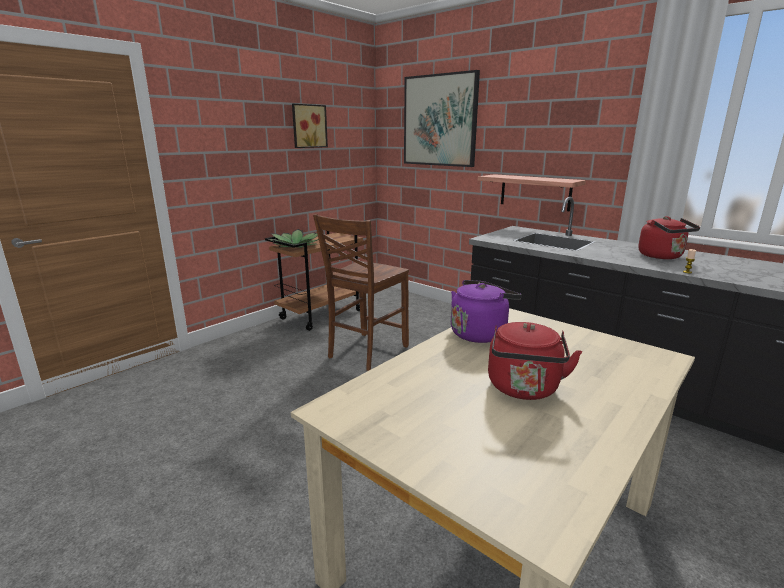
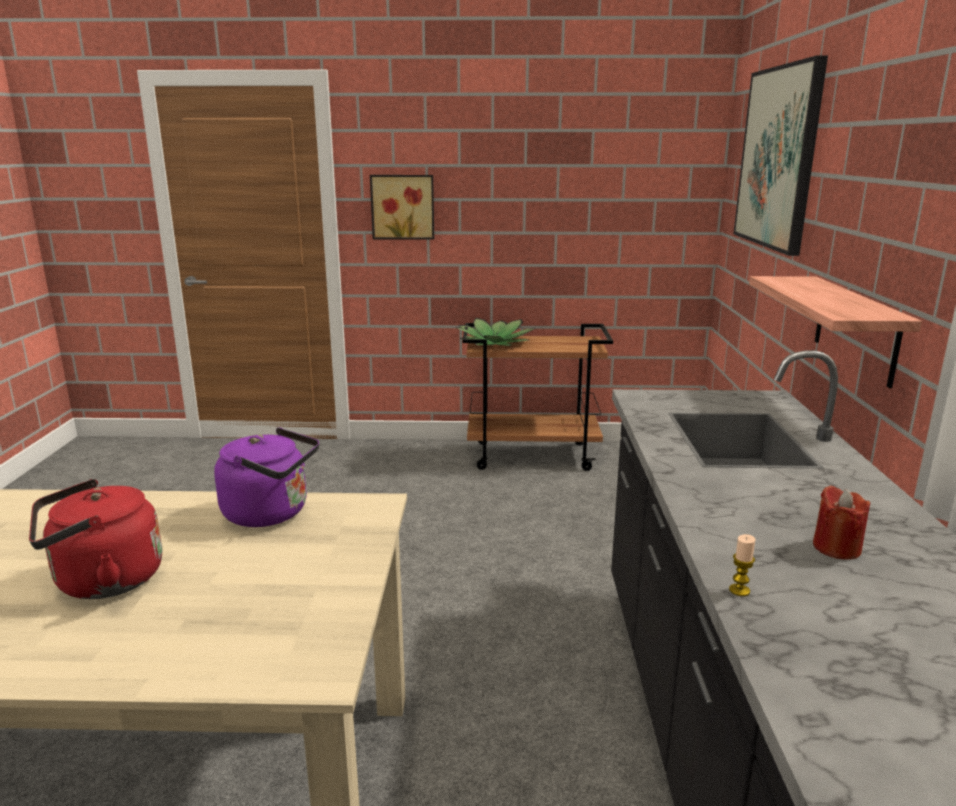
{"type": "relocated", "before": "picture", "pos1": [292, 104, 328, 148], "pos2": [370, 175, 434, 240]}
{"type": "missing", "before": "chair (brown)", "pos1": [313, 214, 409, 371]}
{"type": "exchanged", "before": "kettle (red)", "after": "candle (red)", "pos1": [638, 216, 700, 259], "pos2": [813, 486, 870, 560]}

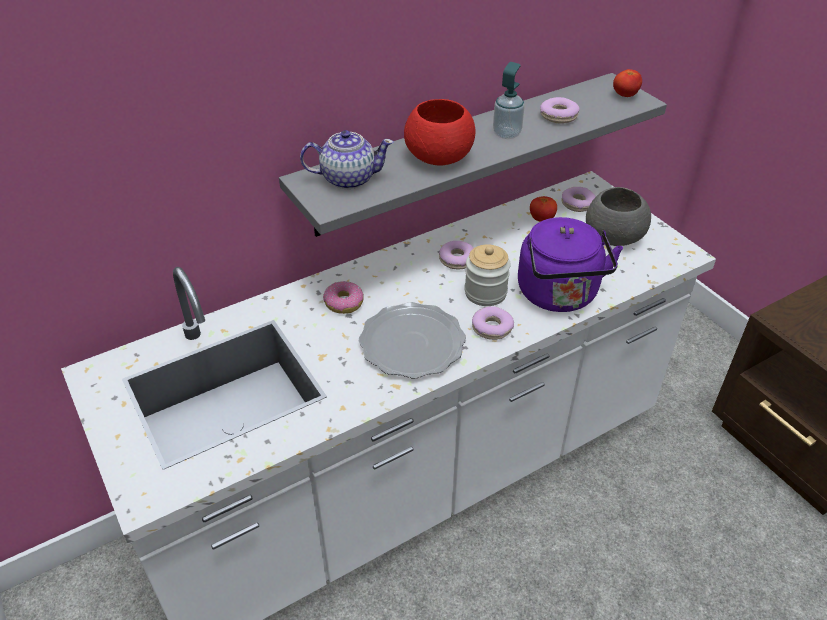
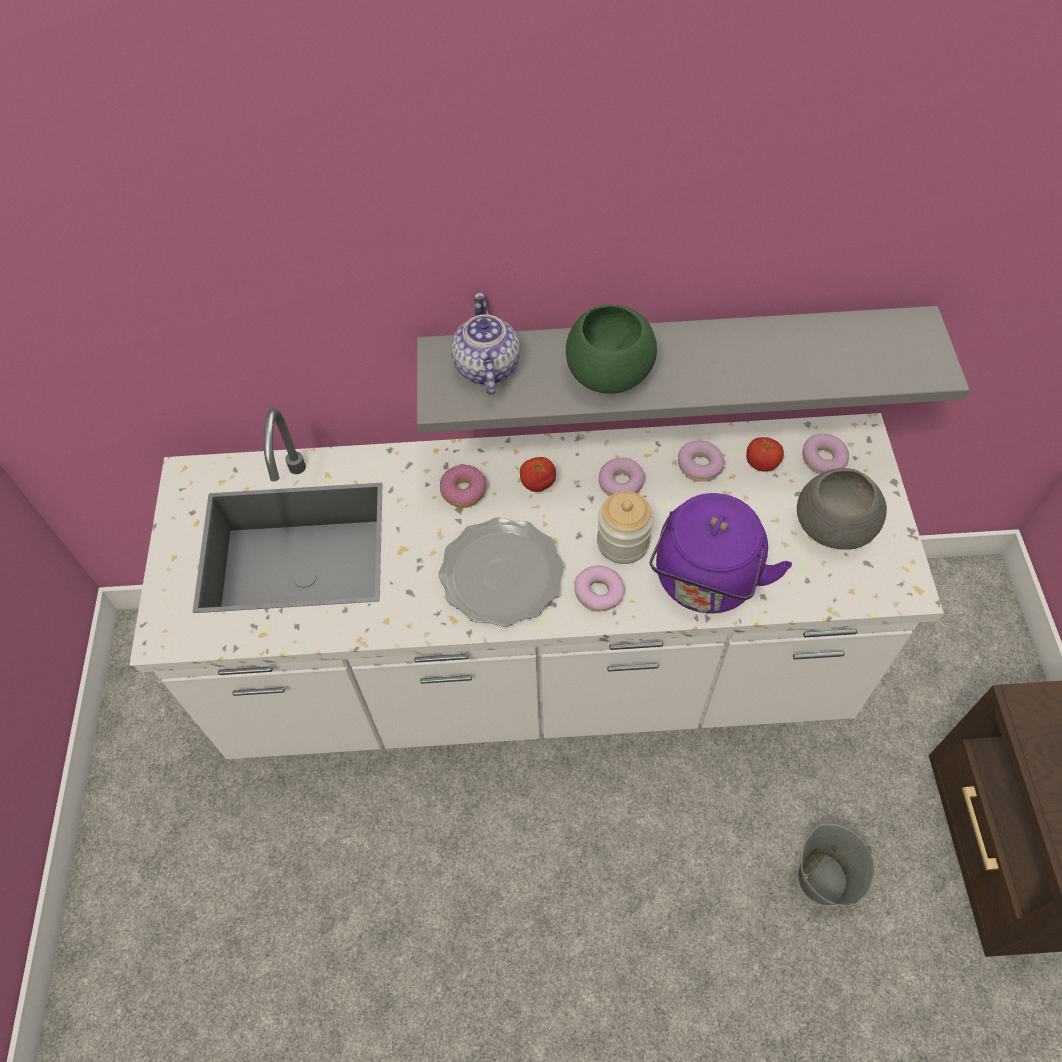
{"type": "missing", "before": "soap dispenser", "pos1": [493, 62, 525, 139]}
{"type": "relocated", "before": "tomato", "pos1": [613, 69, 642, 97], "pos2": [520, 457, 556, 492]}
{"type": "relocated", "before": "donut", "pos1": [540, 97, 580, 124], "pos2": [678, 441, 725, 482]}
{"type": "colour", "before": "bowl (red)", "after": "bowl (green)", "pos1": [404, 99, 476, 166], "pos2": [566, 305, 657, 394]}
{"type": "spun", "before": "teapot", "pos1": [300, 130, 394, 189], "pos2": [451, 292, 520, 395], "turn": -120}
{"type": "appeared", "after": "bucket (grey)", "pos2": [798, 824, 875, 907]}

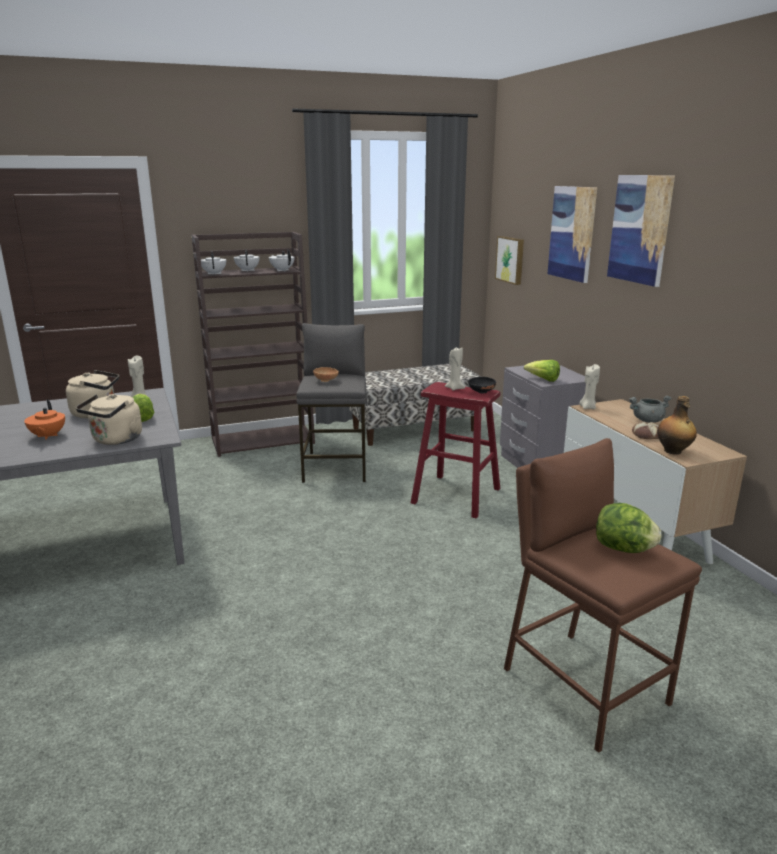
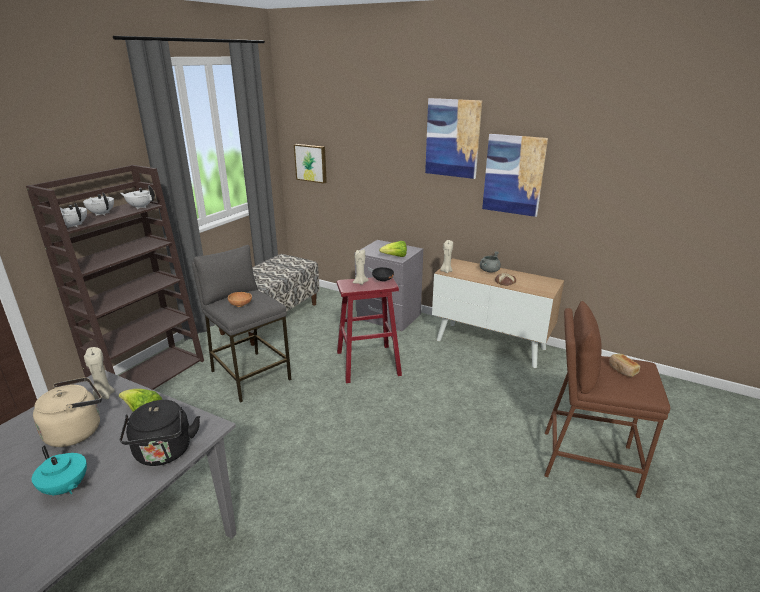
{"type": "relocated", "before": "picture", "pos1": [548, 186, 597, 283], "pos2": [482, 134, 548, 217]}
{"type": "colour", "before": "kettle (beige)", "after": "kettle (black)", "pos1": [76, 394, 142, 445], "pos2": [119, 400, 200, 466]}
{"type": "missing", "before": "bottle", "pos1": [657, 396, 697, 455]}
{"type": "colour", "before": "teapot (orange)", "after": "teapot (turquoise)", "pos1": [24, 400, 65, 440], "pos2": [32, 446, 87, 496]}
{"type": "exchanged", "before": "lettuce", "after": "bread", "pos1": [596, 503, 662, 553], "pos2": [609, 354, 640, 377]}

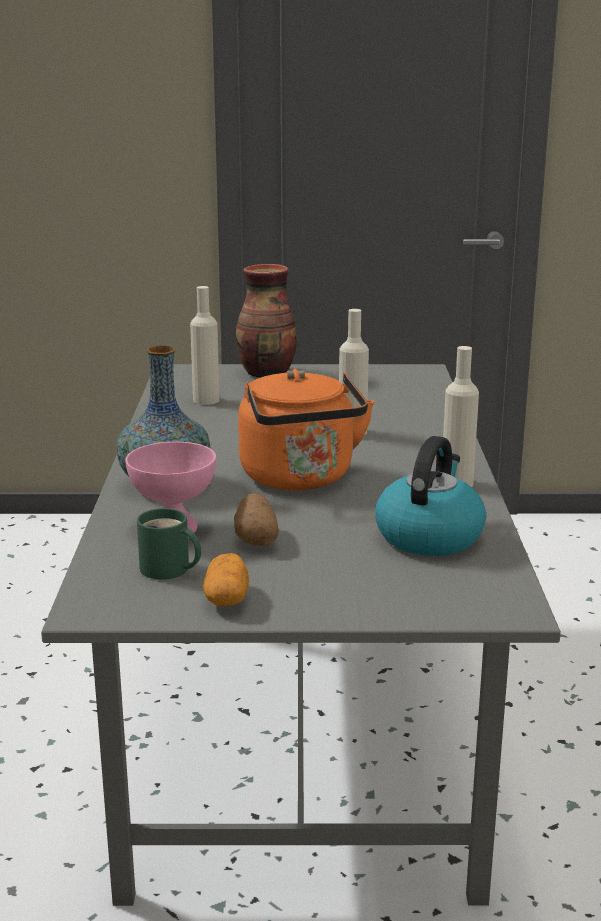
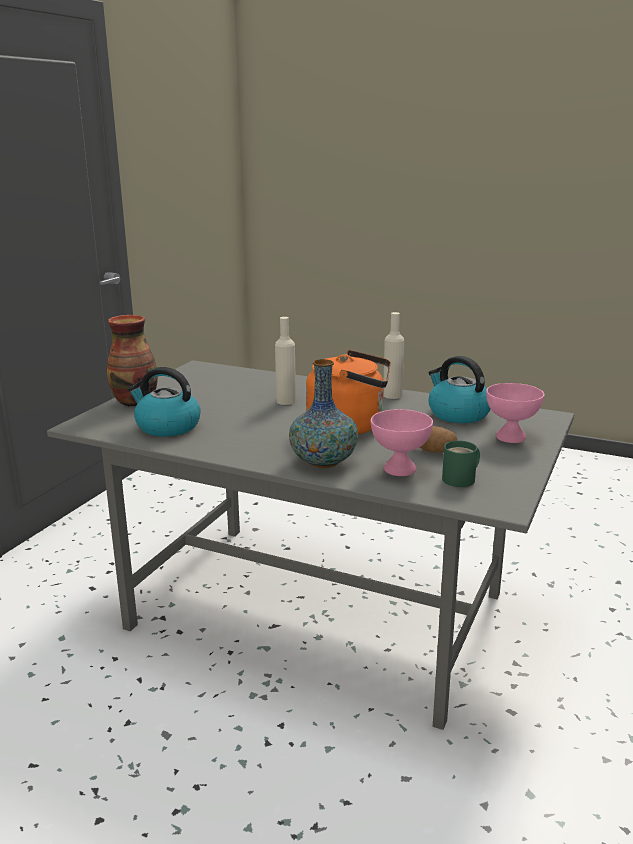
{"type": "exchanged", "before": "bottle (beige)", "after": "kettle", "pos1": [190, 286, 220, 405], "pos2": [128, 367, 201, 437]}
{"type": "missing", "before": "potato", "pos1": [203, 553, 249, 606]}
{"type": "appeared", "after": "bowl (pink)", "pos2": [486, 383, 544, 443]}

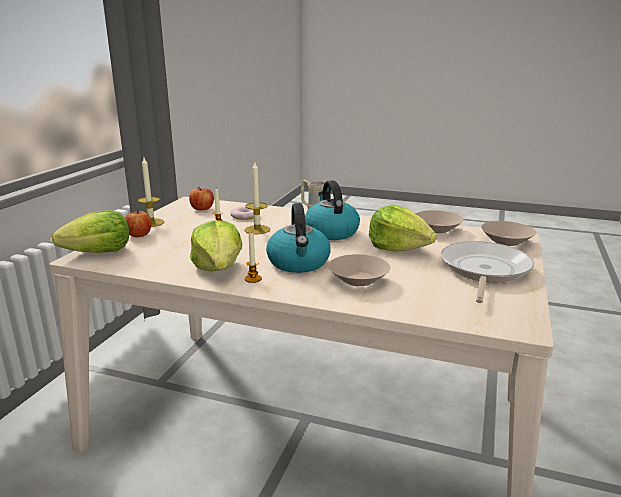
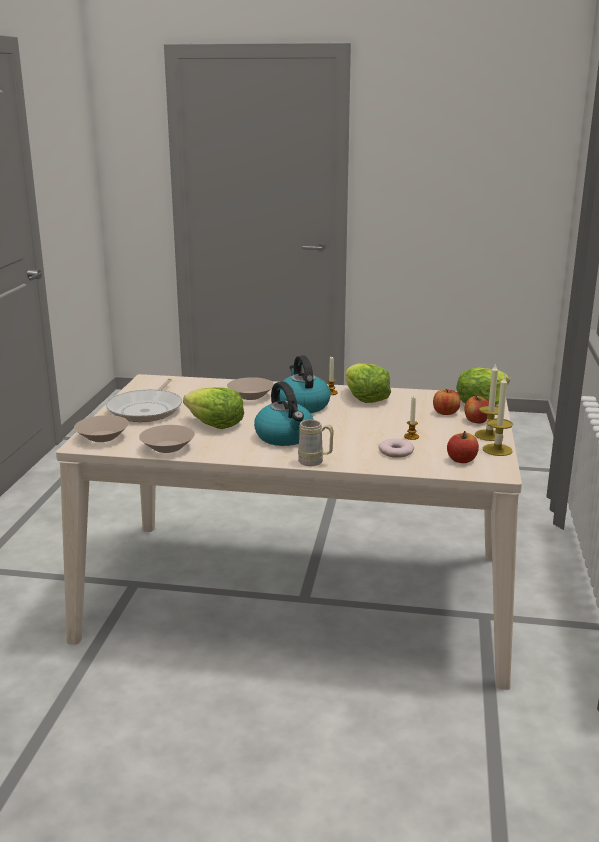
{"type": "relocated", "before": "candle", "pos1": [245, 162, 270, 234], "pos2": [483, 375, 513, 456]}
{"type": "appeared", "after": "apple", "pos2": [433, 389, 461, 415]}

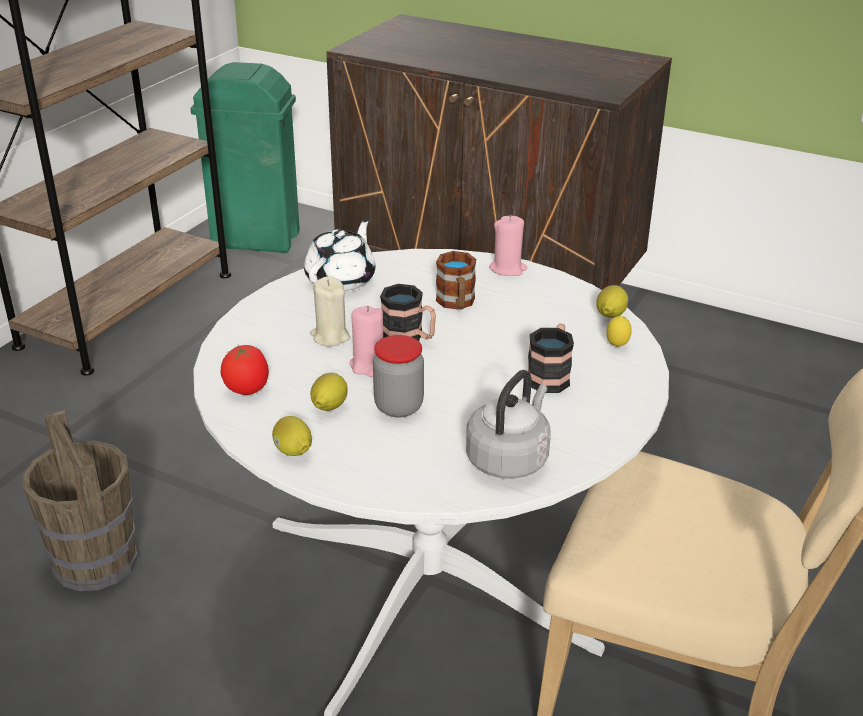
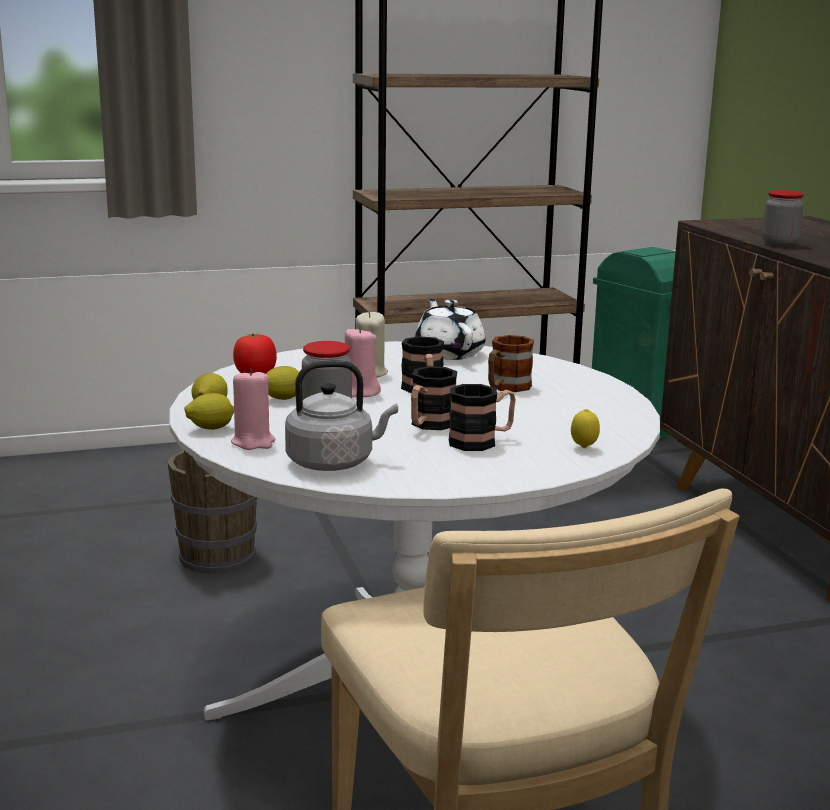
{"type": "relocated", "before": "candle (pink)", "pos1": [489, 215, 527, 276], "pos2": [231, 368, 275, 450]}
{"type": "spun", "before": "teapot (white)", "pos1": [304, 218, 375, 292], "pos2": [415, 299, 485, 360], "turn": -90}
{"type": "relocated", "before": "lemon", "pos1": [596, 285, 628, 318], "pos2": [185, 393, 234, 430]}
{"type": "appeared", "after": "jar", "pos2": [763, 190, 804, 247]}
{"type": "appeared", "after": "mug", "pos2": [411, 366, 457, 430]}

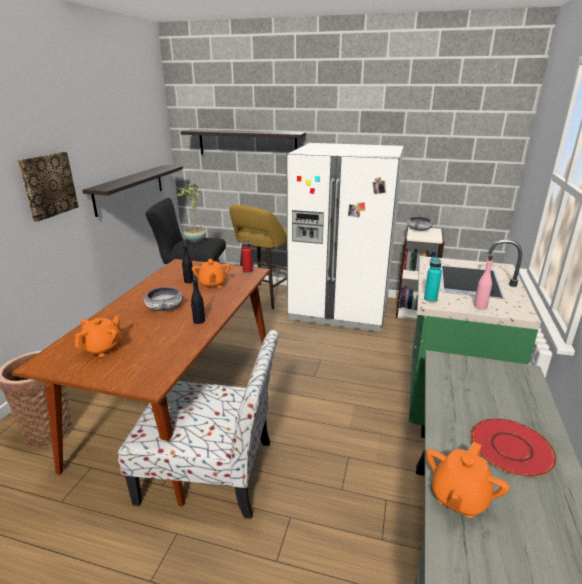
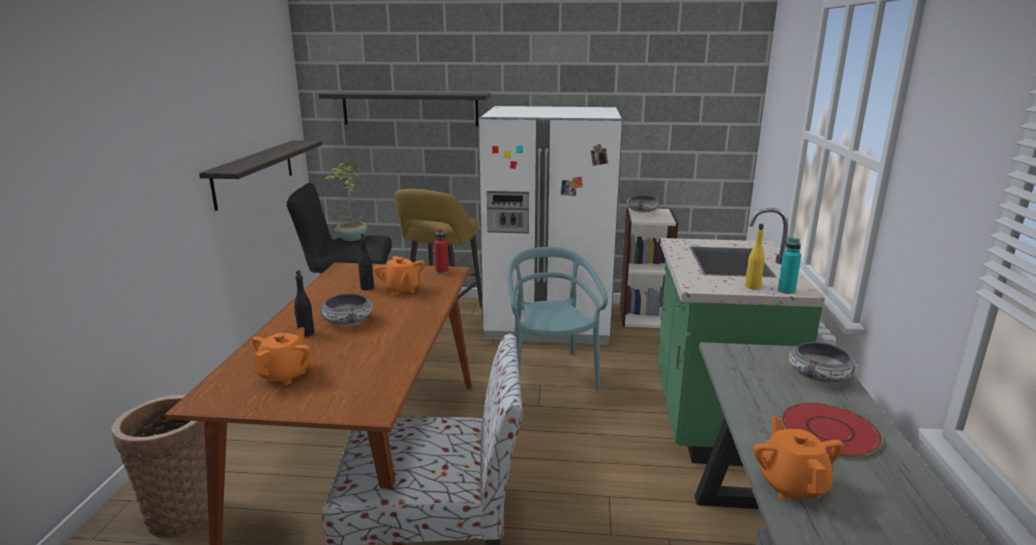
{"type": "missing", "before": "picture", "pos1": [17, 152, 78, 222]}
{"type": "colour", "before": "bottle (pink)", "after": "bottle (yellow)", "pos1": [474, 255, 493, 309], "pos2": [745, 224, 765, 289]}
{"type": "relocated", "before": "bottle (turquoise)", "pos1": [424, 257, 442, 302], "pos2": [778, 237, 801, 294]}
{"type": "relocated", "before": "bottle (black)", "pos1": [191, 274, 205, 324], "pos2": [294, 270, 314, 337]}
{"type": "spun", "before": "teapot (orange)", "pos1": [426, 442, 509, 518], "pos2": [753, 417, 844, 500], "turn": 150}
{"type": "appeared", "after": "chair (turquoise)", "pos2": [508, 247, 608, 391]}
{"type": "appeared", "after": "bowl", "pos2": [789, 342, 857, 383]}

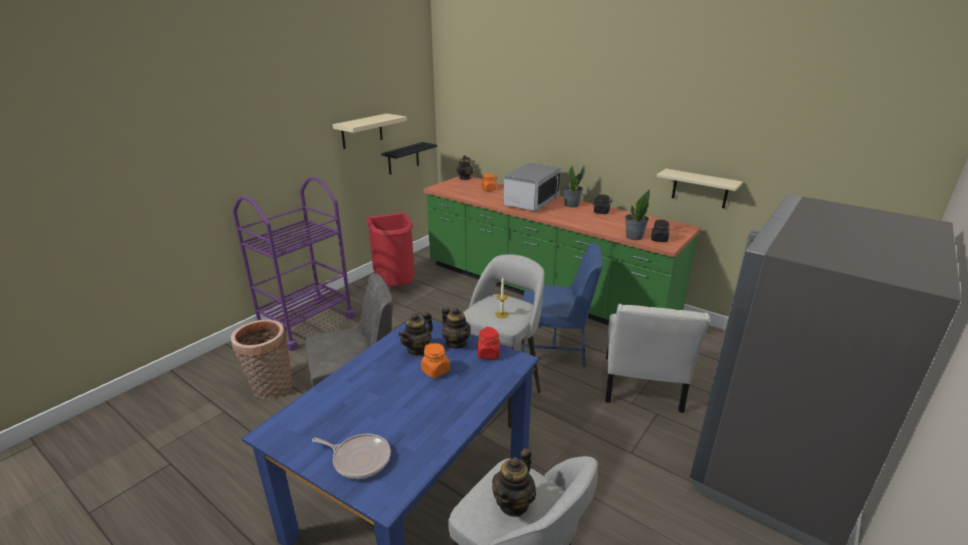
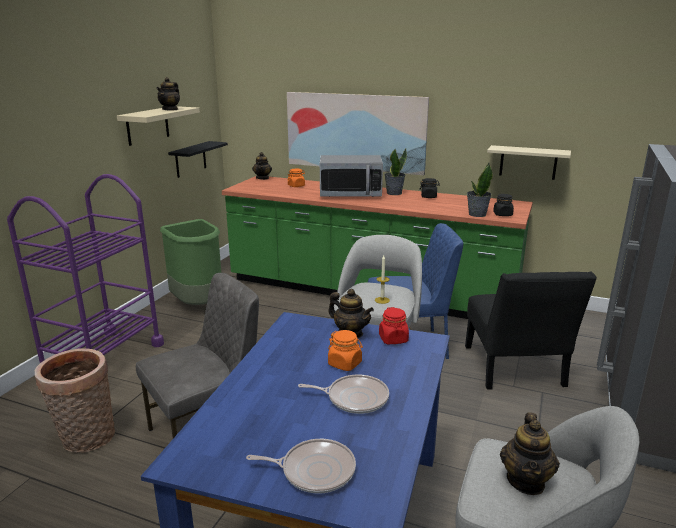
{"type": "spun", "before": "microwave", "pos1": [504, 162, 561, 211], "pos2": [320, 155, 383, 197], "turn": 75}
{"type": "colour", "before": "trash can (red)", "after": "trash can (green)", "pos1": [367, 213, 415, 286], "pos2": [160, 219, 221, 305]}
{"type": "colour", "before": "chair (white)", "after": "chair (black)", "pos1": [605, 304, 710, 413], "pos2": [465, 272, 597, 390]}
{"type": "relocated", "before": "teapot", "pos1": [398, 312, 433, 356], "pos2": [156, 77, 180, 111]}
{"type": "appeared", "after": "picture", "pos2": [287, 92, 429, 175]}
{"type": "appeared", "after": "frying pan", "pos2": [298, 374, 389, 414]}

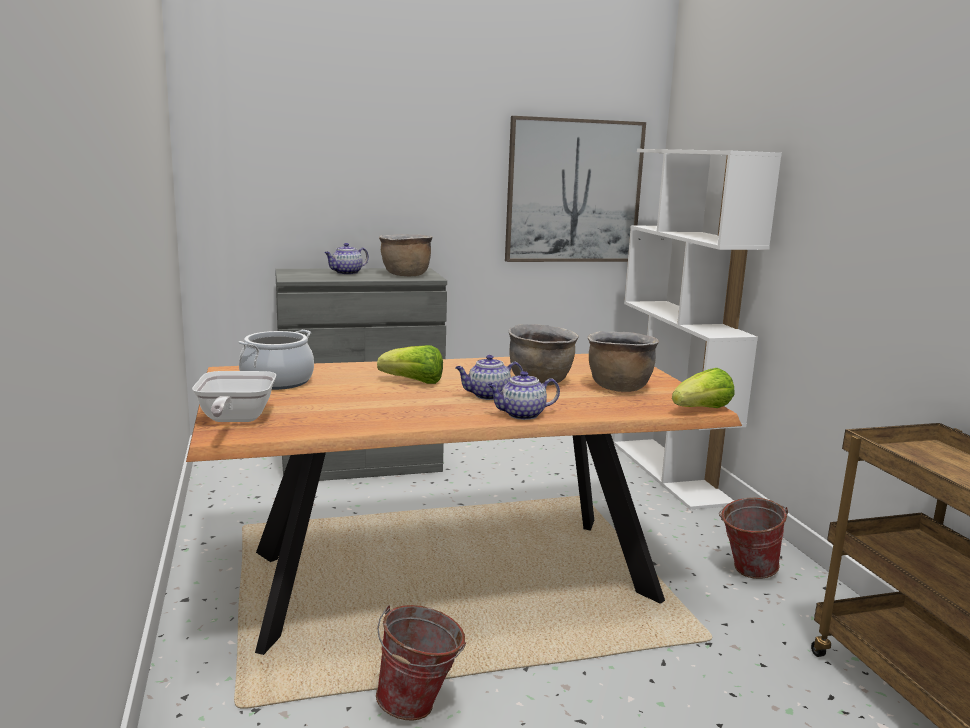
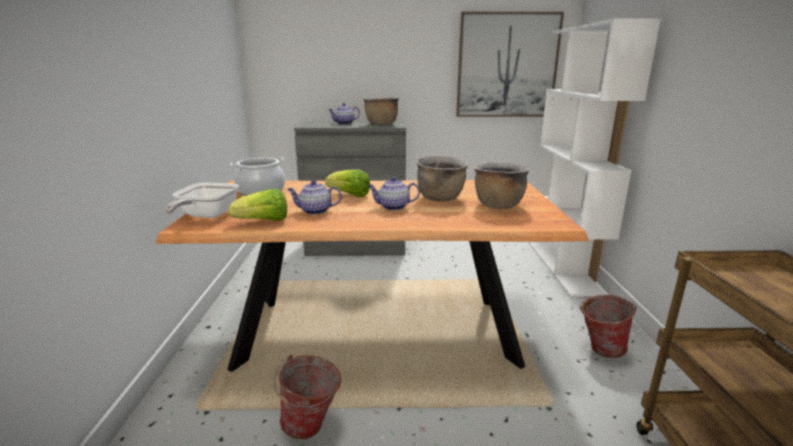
{"type": "relocated", "before": "lettuce", "pos1": [672, 368, 735, 408], "pos2": [228, 189, 287, 221]}
{"type": "relocated", "before": "teapot", "pos1": [488, 371, 560, 420], "pos2": [287, 180, 342, 215]}

